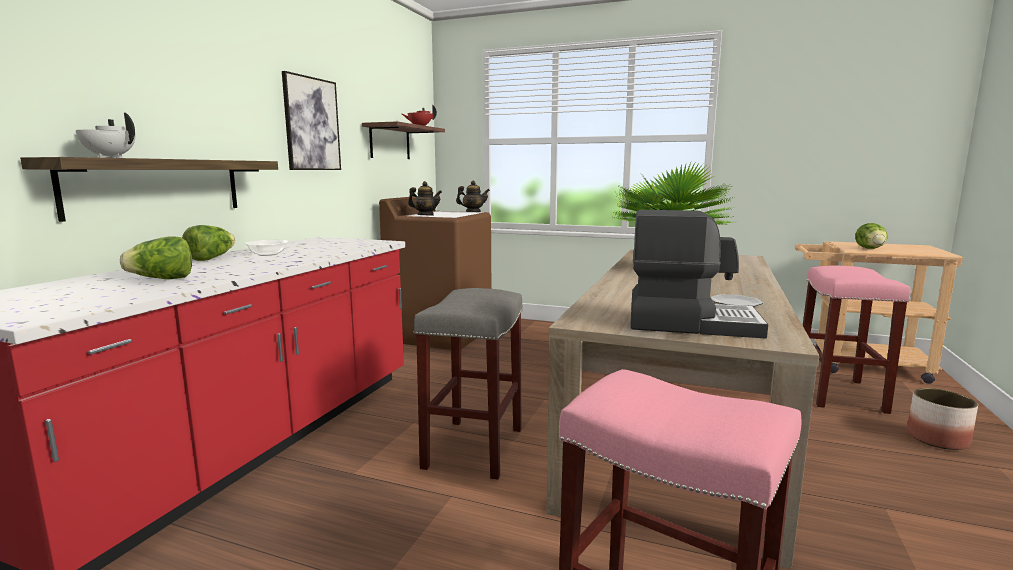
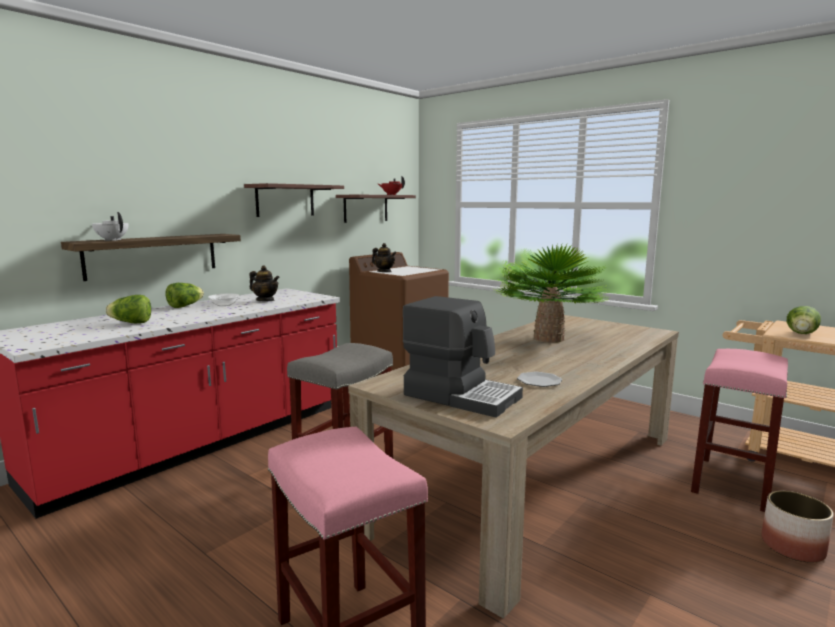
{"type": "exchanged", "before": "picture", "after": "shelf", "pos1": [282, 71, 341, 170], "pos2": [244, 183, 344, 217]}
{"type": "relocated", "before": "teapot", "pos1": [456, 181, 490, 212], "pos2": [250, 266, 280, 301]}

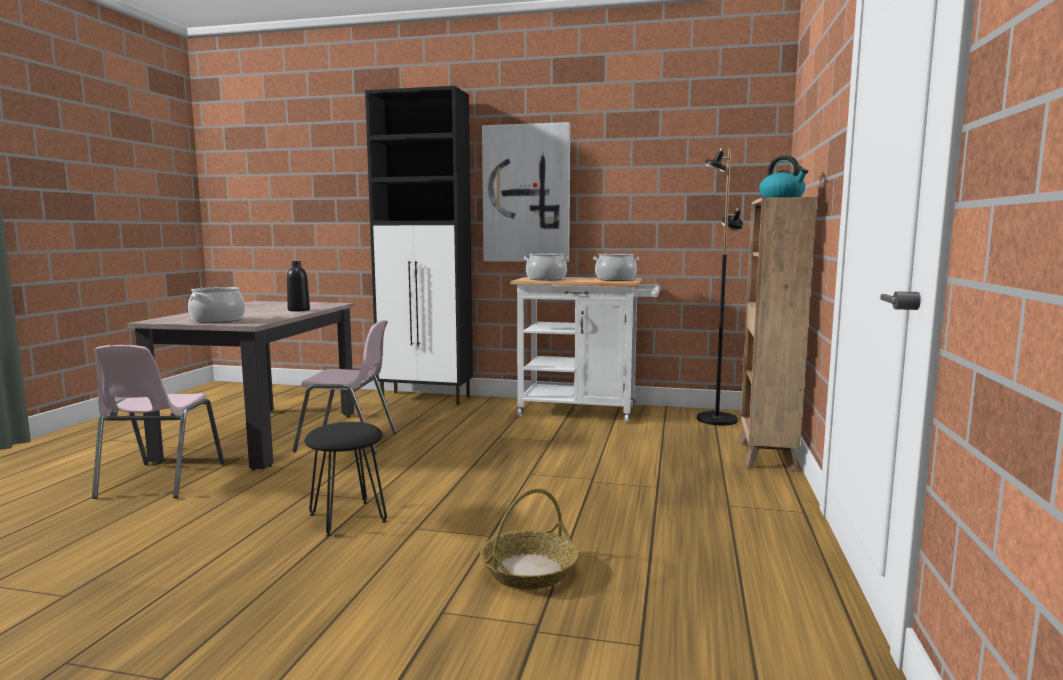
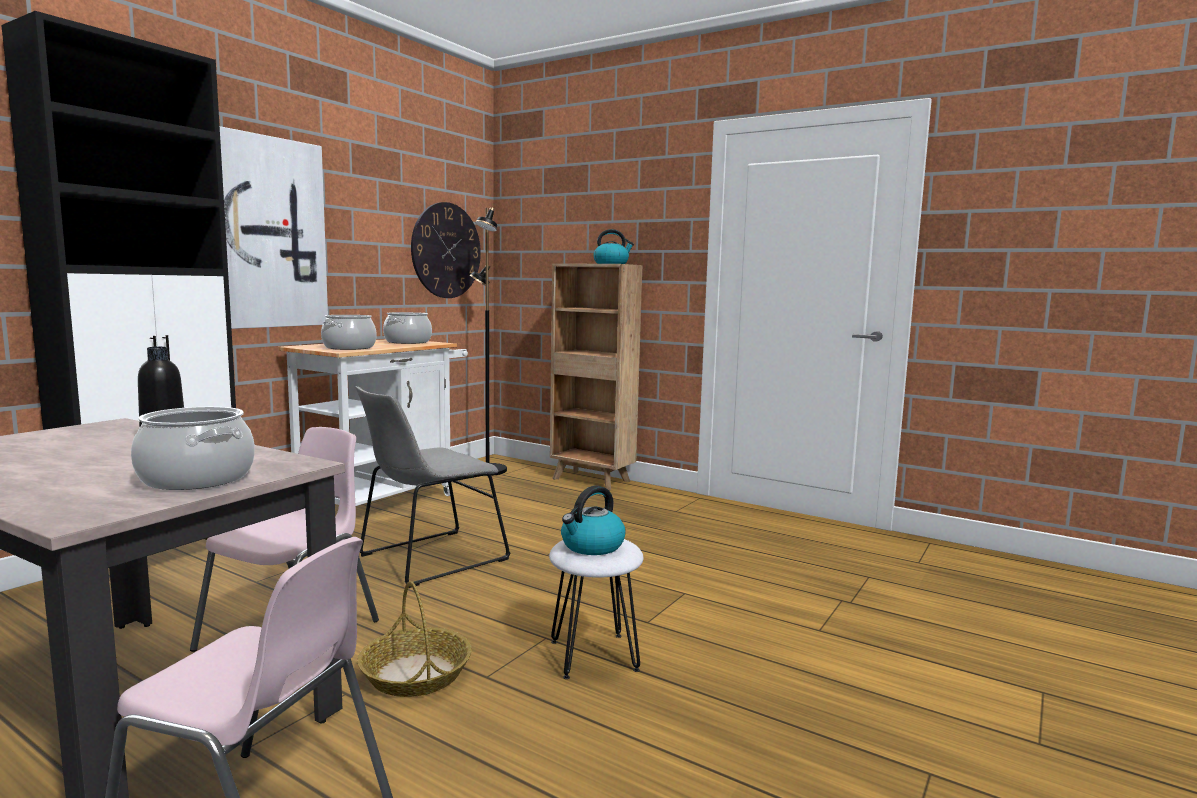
{"type": "colour", "before": "stool (black)", "after": "stool (white)", "pos1": [304, 422, 387, 537], "pos2": [549, 539, 643, 679]}
{"type": "relocated", "before": "basket", "pos1": [480, 488, 579, 590], "pos2": [357, 581, 472, 697]}
{"type": "appeared", "after": "wall clock", "pos2": [411, 202, 481, 298]}
{"type": "appeared", "after": "chair (grey)", "pos2": [356, 386, 510, 588]}
{"type": "appeared", "after": "kettle", "pos2": [561, 486, 626, 555]}

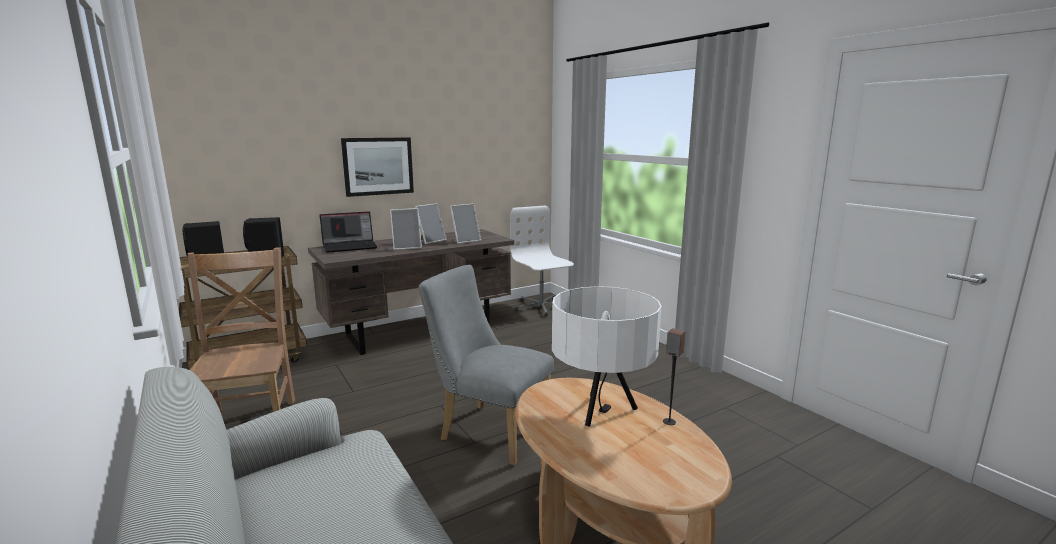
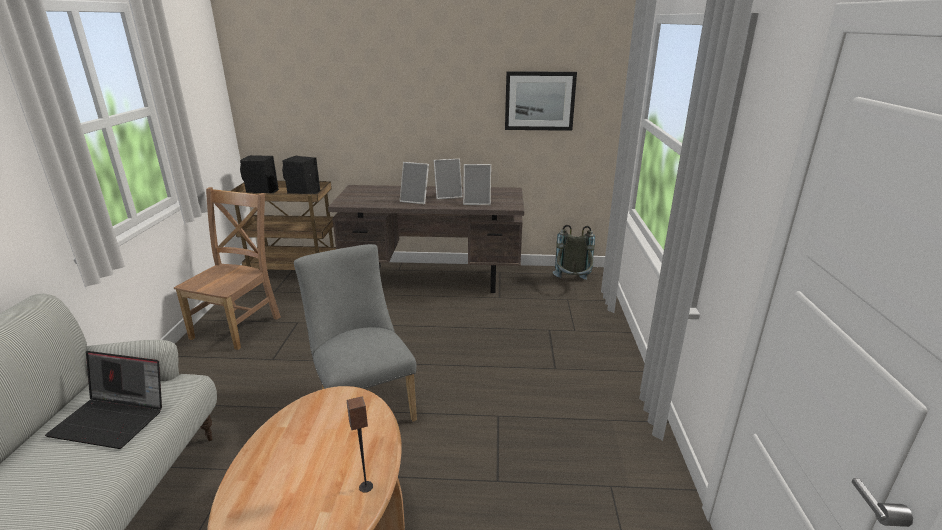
{"type": "relocated", "before": "picture", "pos1": [341, 137, 414, 197], "pos2": [505, 71, 577, 131]}
{"type": "exchanged", "before": "office chair (white)", "after": "backpack (grey)", "pos1": [510, 206, 574, 317], "pos2": [553, 225, 595, 280]}
{"type": "relocated", "before": "laptop", "pos1": [319, 211, 377, 253], "pos2": [45, 351, 162, 449]}
{"type": "missing", "before": "table lamp (white)", "pos1": [552, 286, 662, 426]}

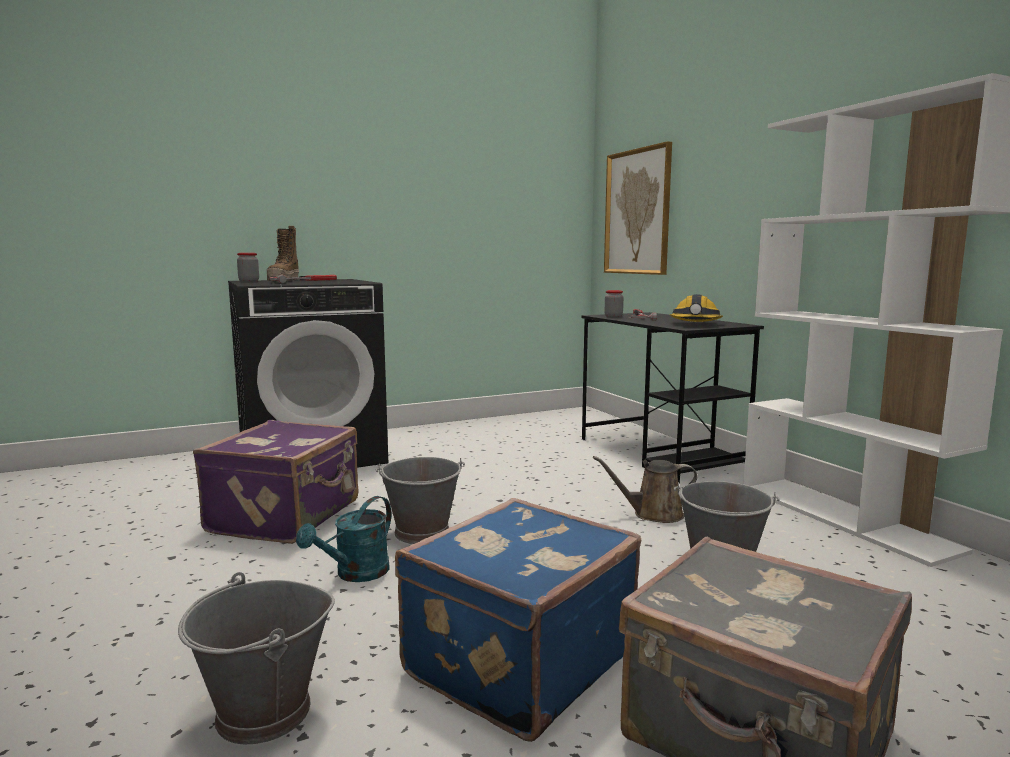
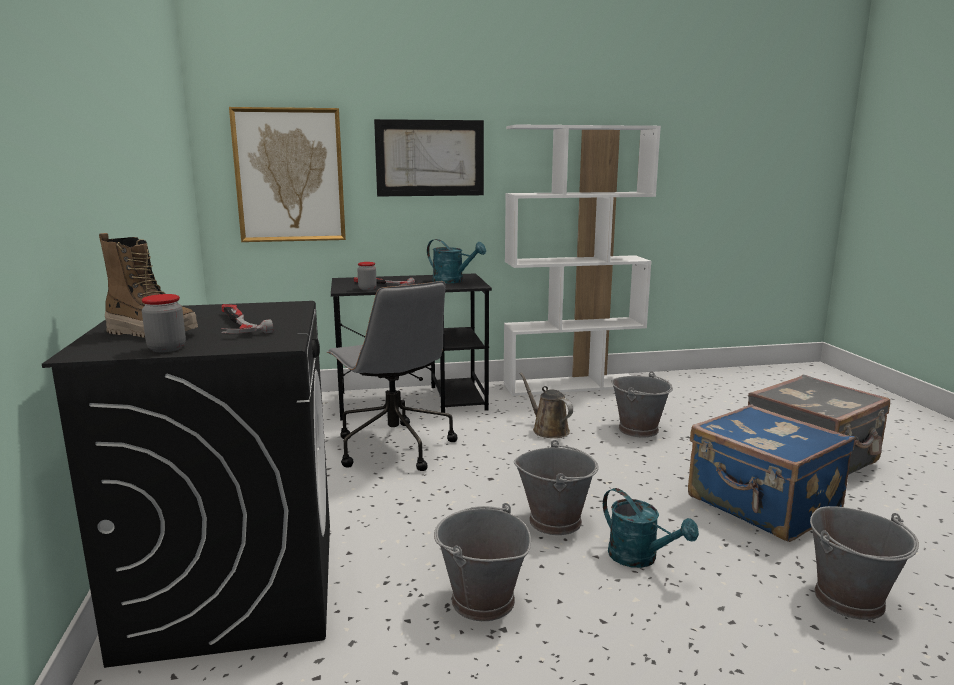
{"type": "exchanged", "before": "hard hat", "after": "watering can (turquoise)", "pos1": [670, 294, 723, 322], "pos2": [427, 239, 486, 284]}
{"type": "exchanged", "before": "suitcase (purple)", "after": "bucket (grey)", "pos1": [193, 420, 358, 544], "pos2": [434, 503, 531, 621]}
{"type": "spun", "before": "watering can (brown)", "pos1": [593, 456, 698, 523], "pos2": [519, 373, 573, 438], "turn": 135}
{"type": "appeared", "after": "picture", "pos2": [374, 119, 484, 197]}
{"type": "appeared", "after": "office chair (grey)", "pos2": [327, 281, 458, 471]}

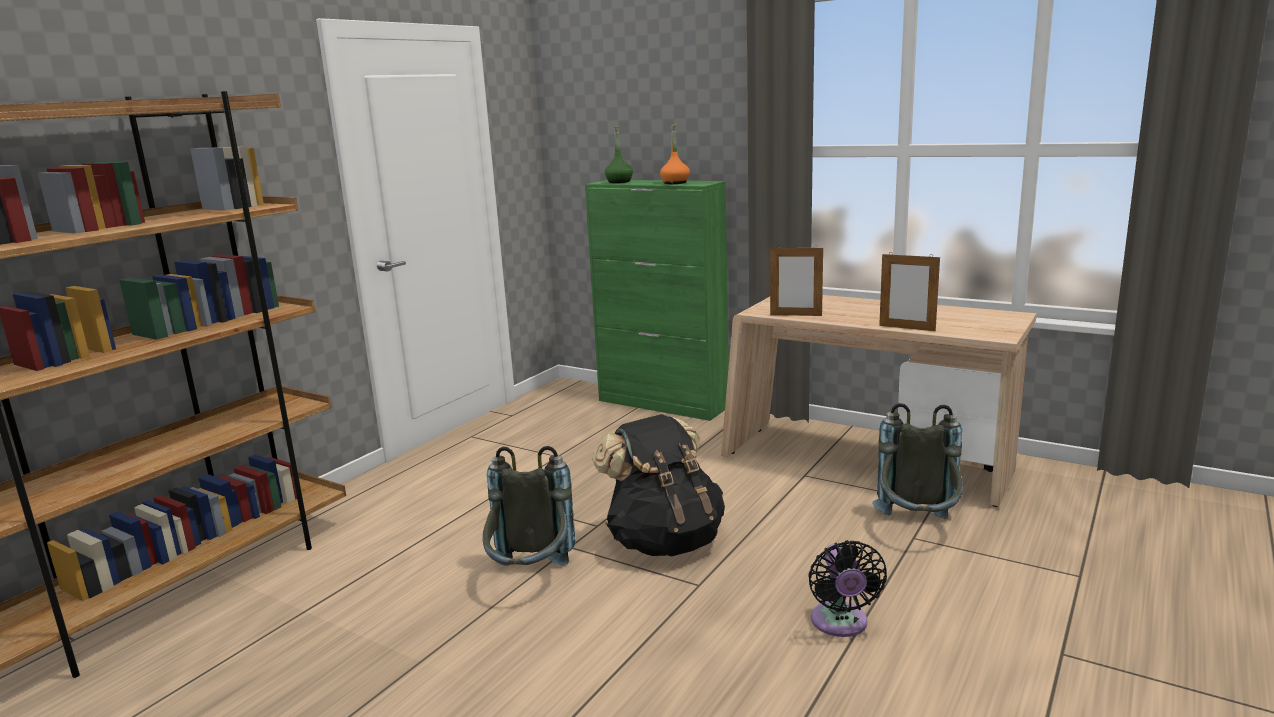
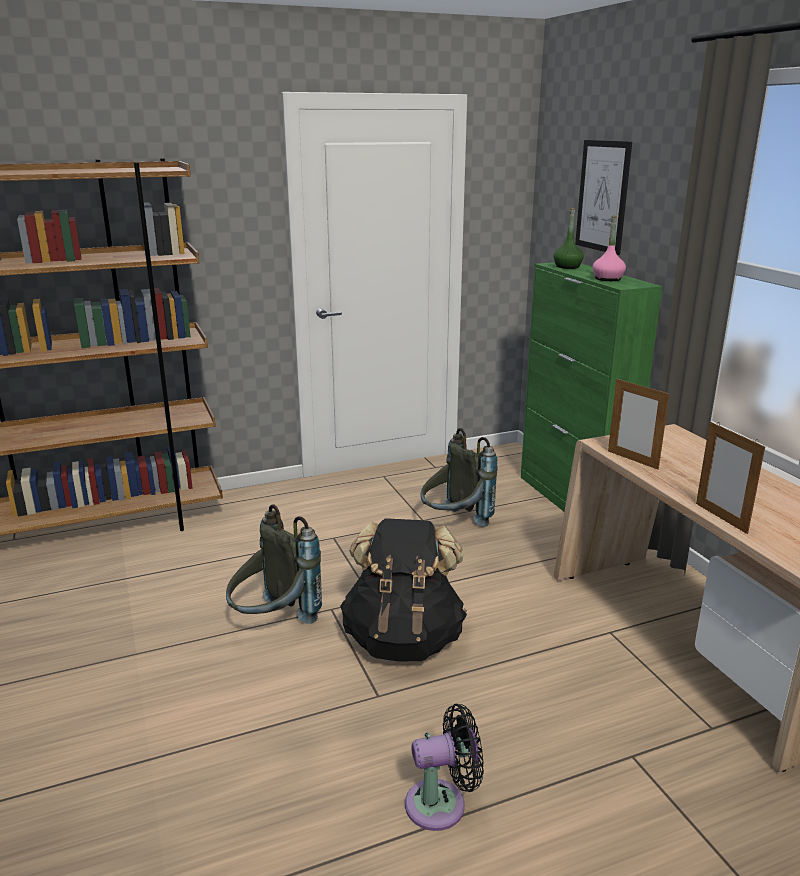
{"type": "colour", "before": "bottle (orange)", "after": "bottle (pink)", "pos1": [660, 125, 690, 184], "pos2": [593, 215, 626, 281]}
{"type": "relocated", "before": "backpack (grey)", "pos1": [872, 403, 963, 519], "pos2": [421, 428, 498, 527]}
{"type": "spun", "before": "fan (black)", "pos1": [808, 540, 887, 637], "pos2": [405, 704, 484, 831], "turn": -135}
{"type": "appeared", "after": "picture", "pos2": [575, 140, 632, 255]}

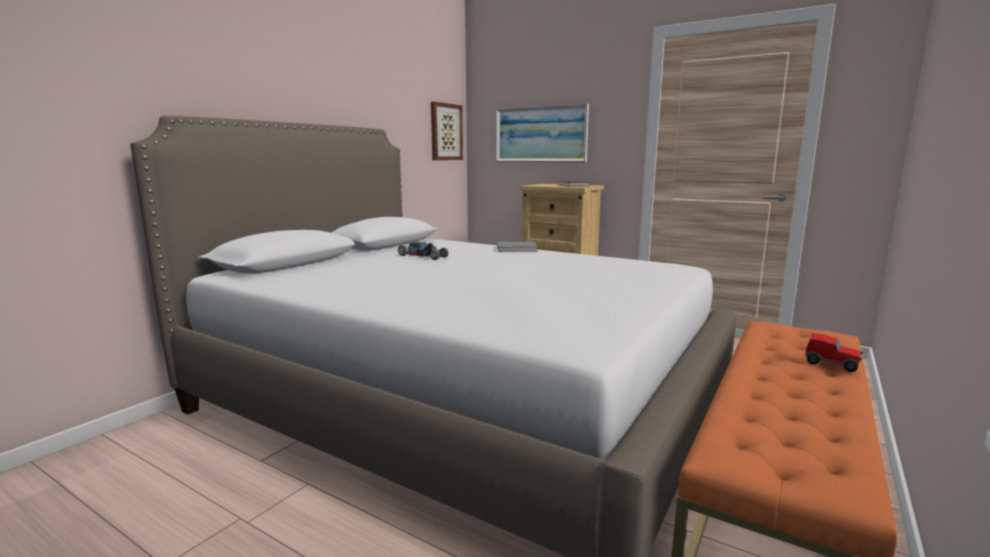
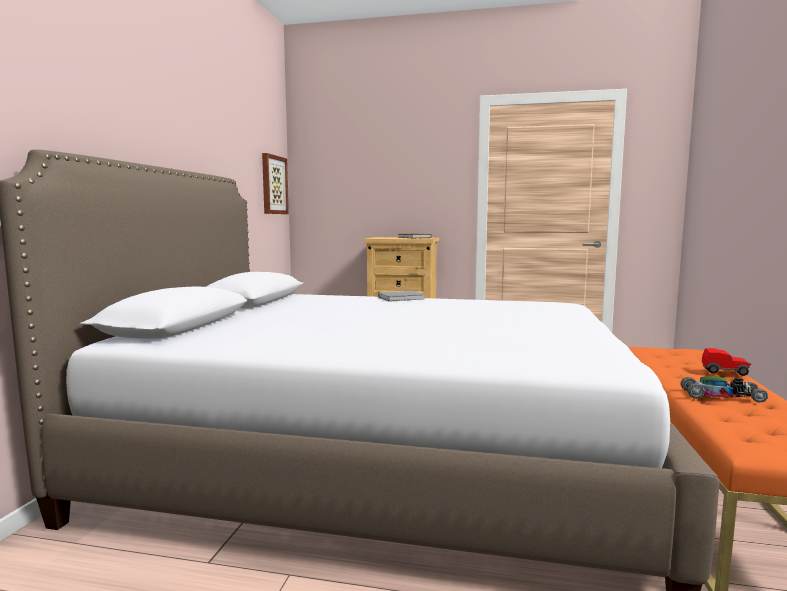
{"type": "missing", "before": "picture", "pos1": [496, 104, 589, 162]}
{"type": "relocated", "before": "toy car", "pos1": [398, 242, 449, 260], "pos2": [680, 376, 768, 403]}

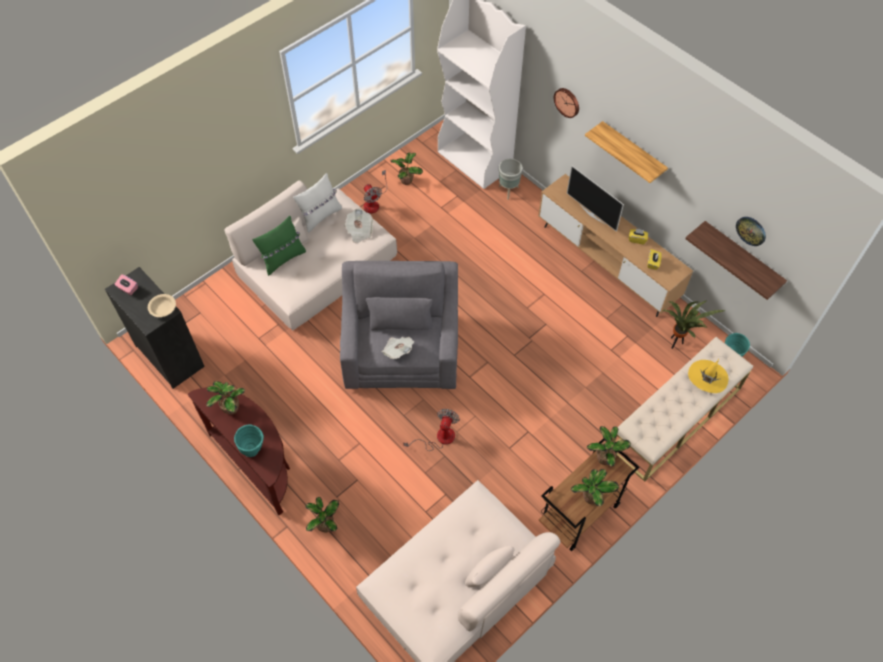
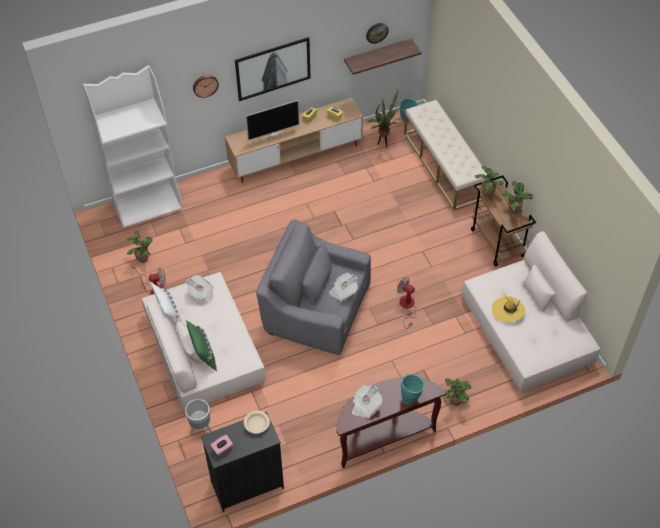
{"type": "exchanged", "before": "shelf", "after": "picture", "pos1": [585, 121, 668, 183], "pos2": [235, 37, 311, 101]}
{"type": "relocated", "before": "planter (grey)", "pos1": [499, 159, 523, 200], "pos2": [185, 399, 212, 434]}
{"type": "relocated", "before": "hat (yellow)", "pos1": [688, 358, 728, 393], "pos2": [492, 294, 525, 322]}
{"type": "exchanged", "before": "potted plant", "after": "newspaper", "pos1": [206, 381, 245, 415], "pos2": [352, 385, 382, 419]}

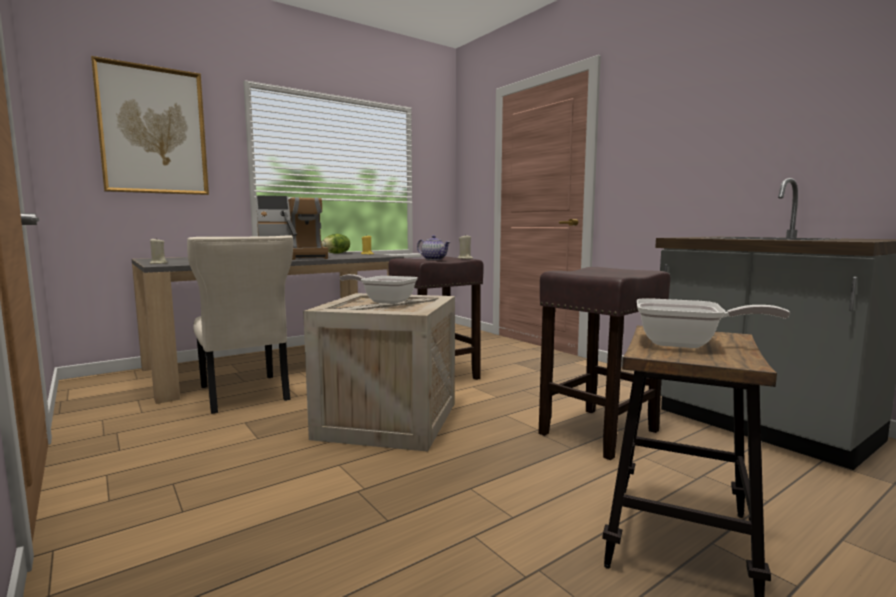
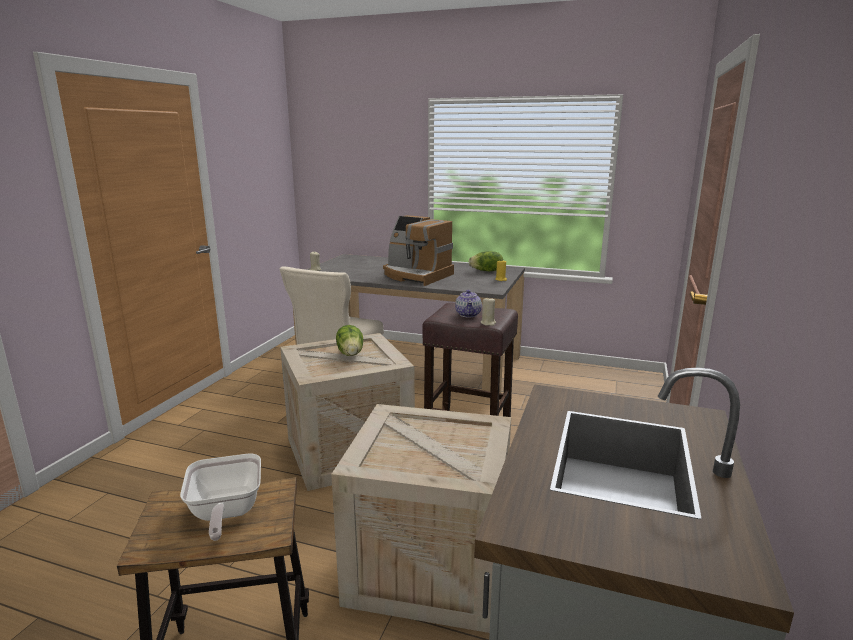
{"type": "missing", "before": "picture", "pos1": [91, 56, 209, 195]}
{"type": "exchanged", "before": "stool (brown)", "after": "crate", "pos1": [539, 267, 671, 460], "pos2": [331, 404, 511, 633]}
{"type": "exchanged", "before": "frying pan", "after": "lettuce", "pos1": [340, 274, 418, 304], "pos2": [336, 325, 363, 356]}

